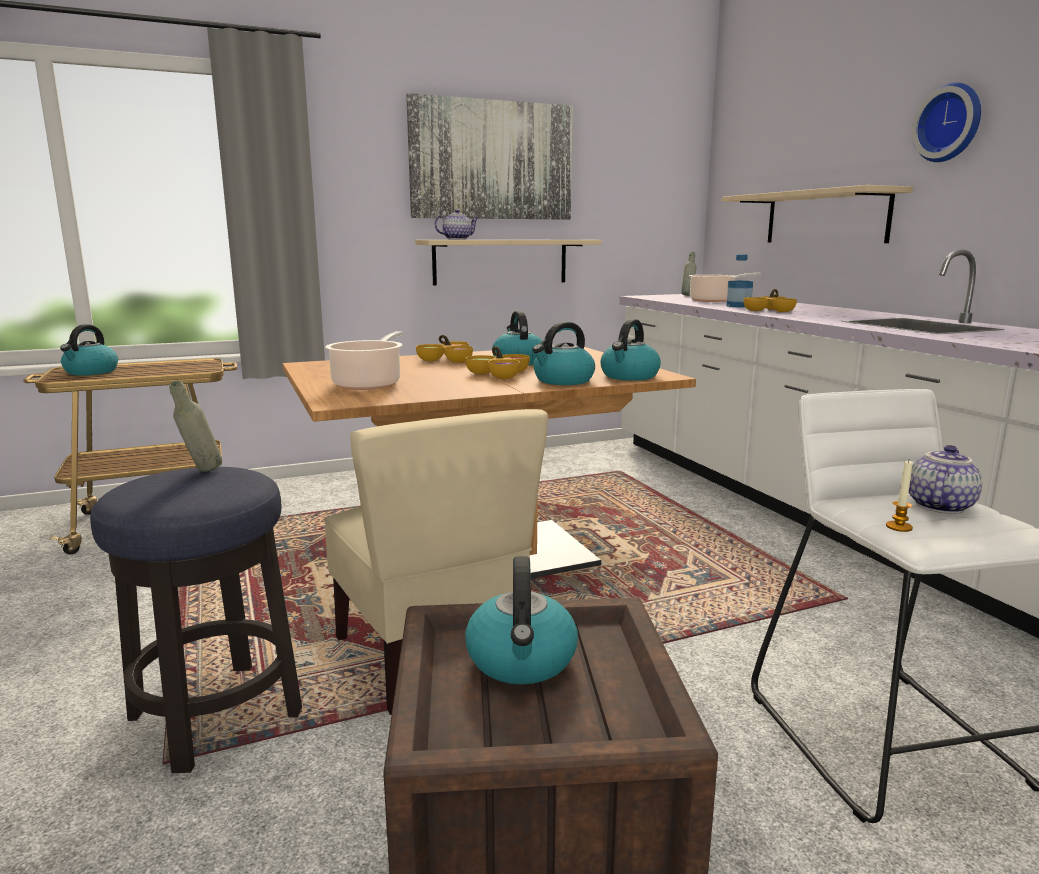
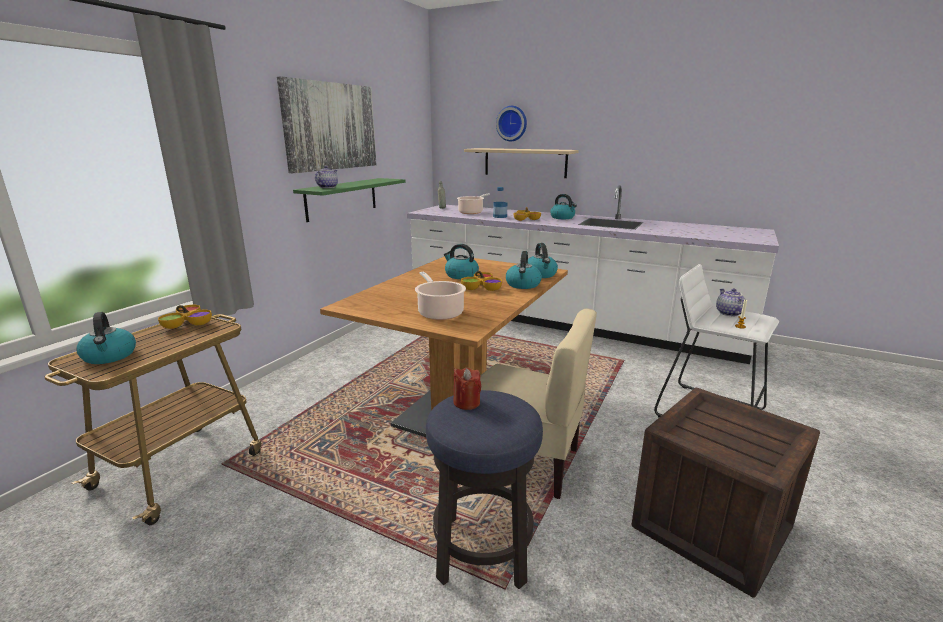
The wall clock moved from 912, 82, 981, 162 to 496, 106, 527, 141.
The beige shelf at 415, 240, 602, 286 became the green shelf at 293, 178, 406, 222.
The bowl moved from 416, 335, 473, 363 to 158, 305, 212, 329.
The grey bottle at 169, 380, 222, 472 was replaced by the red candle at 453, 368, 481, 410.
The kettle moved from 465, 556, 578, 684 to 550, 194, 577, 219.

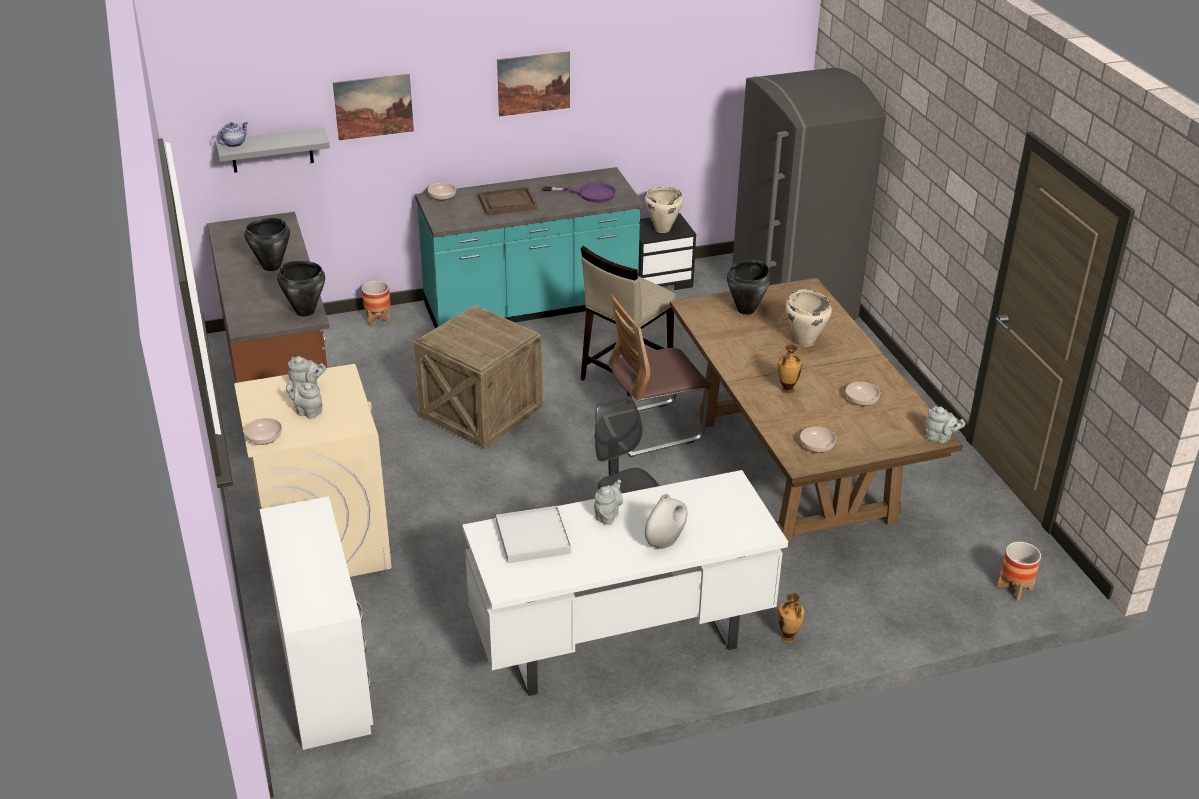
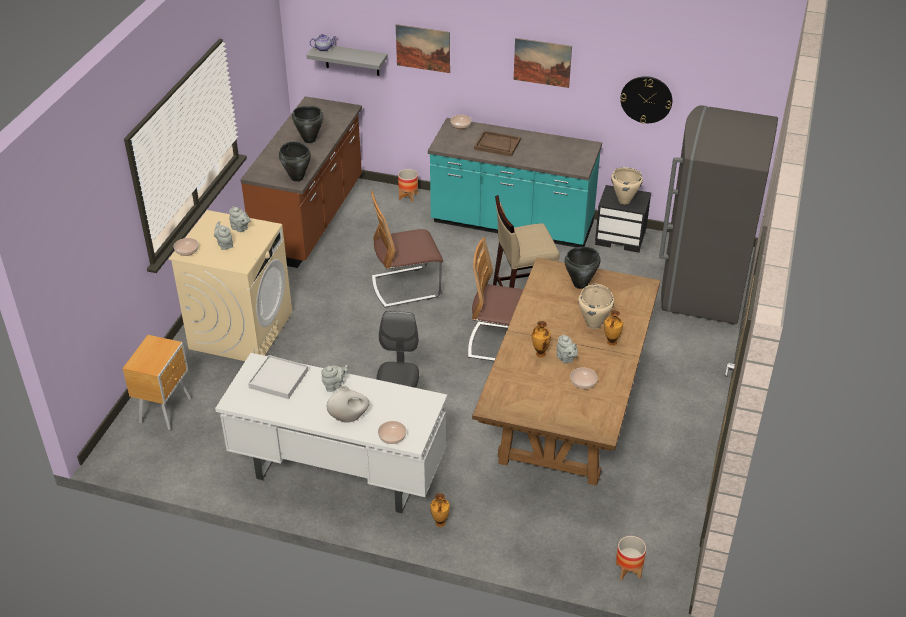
The purple frying pan at 543, 183, 616, 203 disappeared.
The crate at 413, 305, 543, 449 was replaced by the chair at 371, 191, 443, 308.
The grey teapot moved from 925, 406, 966, 443 to 556, 334, 578, 363.
The bowl moved from 800, 427, 836, 453 to 378, 421, 406, 444.
The white desk at 260, 496, 373, 750 was replaced by the brown nightstand at 122, 335, 191, 430.
The wall clock at 620, 76, 672, 124 appeared.
The vase at 604, 310, 623, 346 appeared.

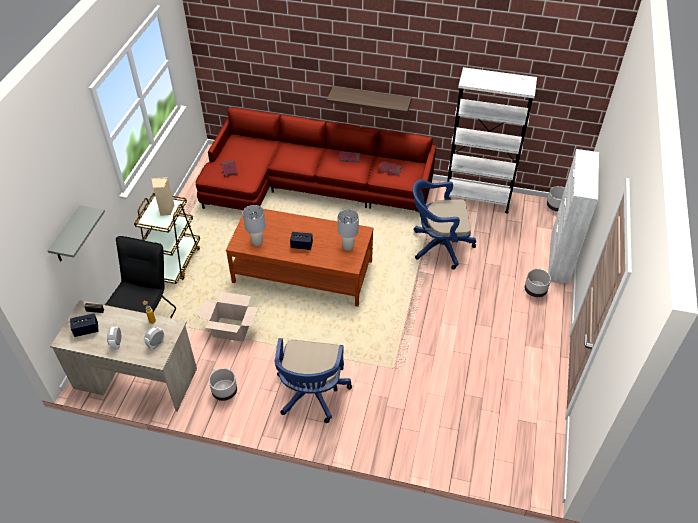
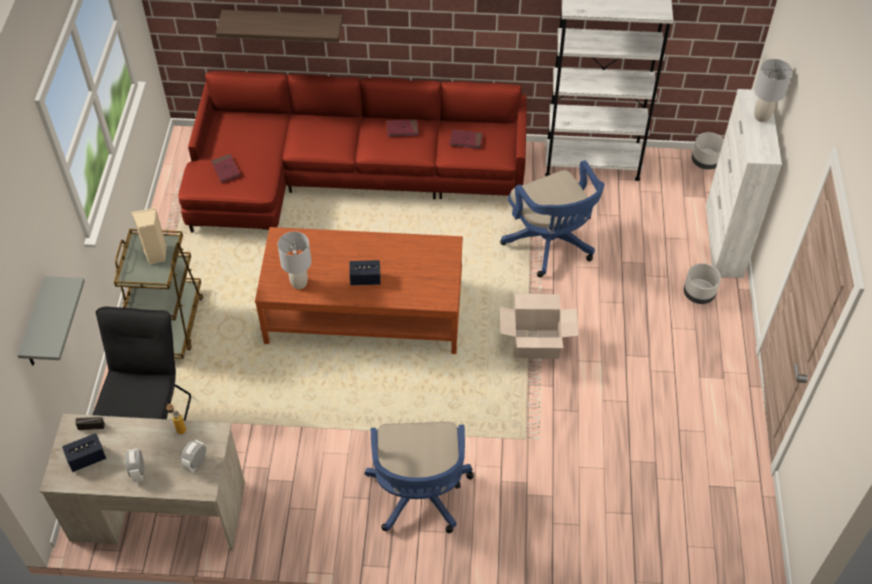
The shelf moved from 327, 86, 412, 114 to 216, 10, 343, 42.
The blue office chair at 413, 179, 476, 270 turned 105 degrees counterclockwise.
The grey table lamp moved from 337, 209, 359, 251 to 754, 59, 793, 122.
The cardboard box moved from 198, 292, 259, 342 to 500, 294, 579, 359.
The grey planter at 209, 368, 237, 401 disappeared.

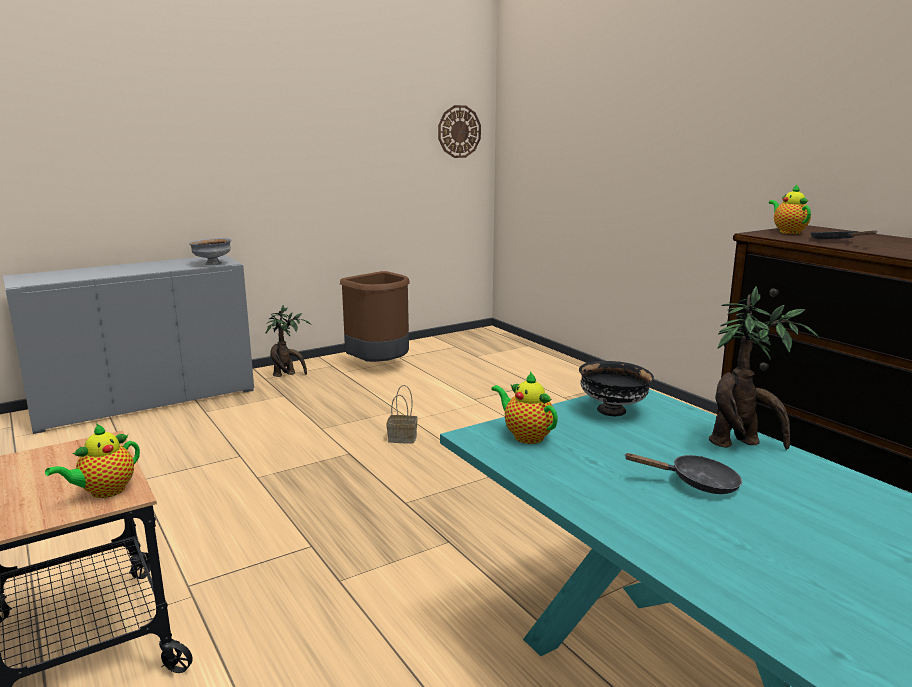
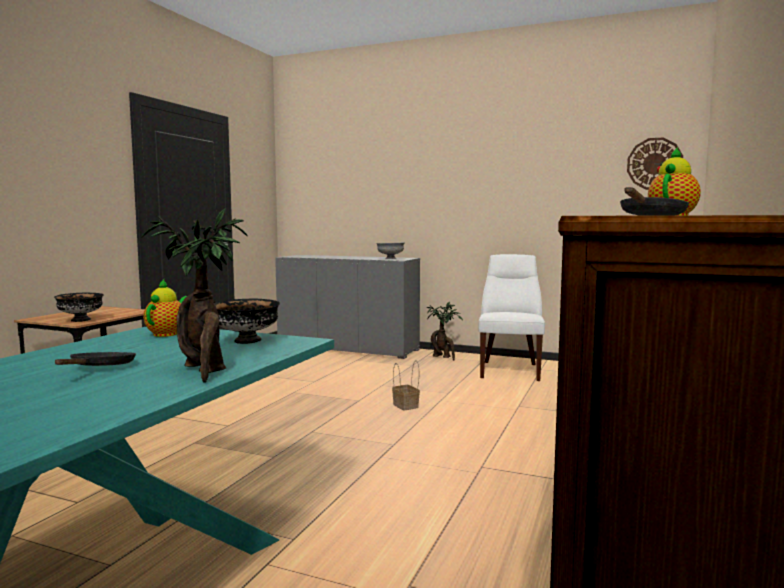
The brown trash can at 340, 271, 410, 362 was replaced by the white chair at 478, 254, 545, 381.
The teapot at 45, 424, 140, 498 was replaced by the black bowl at 54, 293, 104, 322.
The black frying pan at 624, 453, 742, 494 turned 150 degrees counterclockwise.

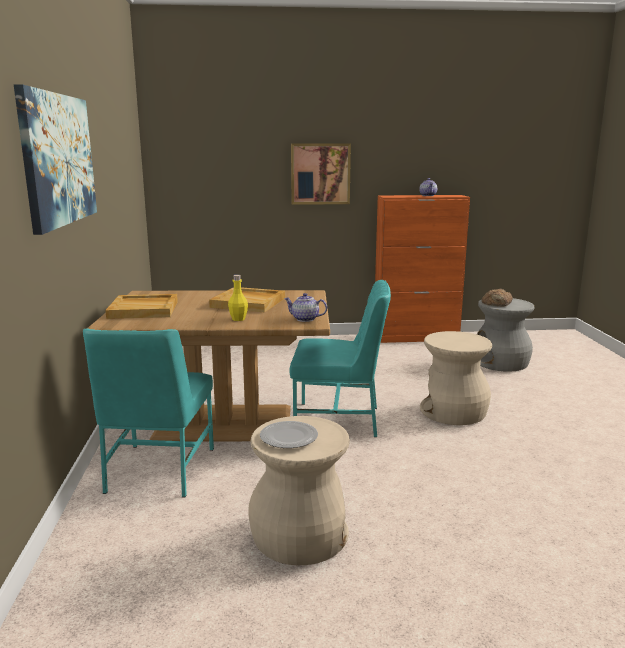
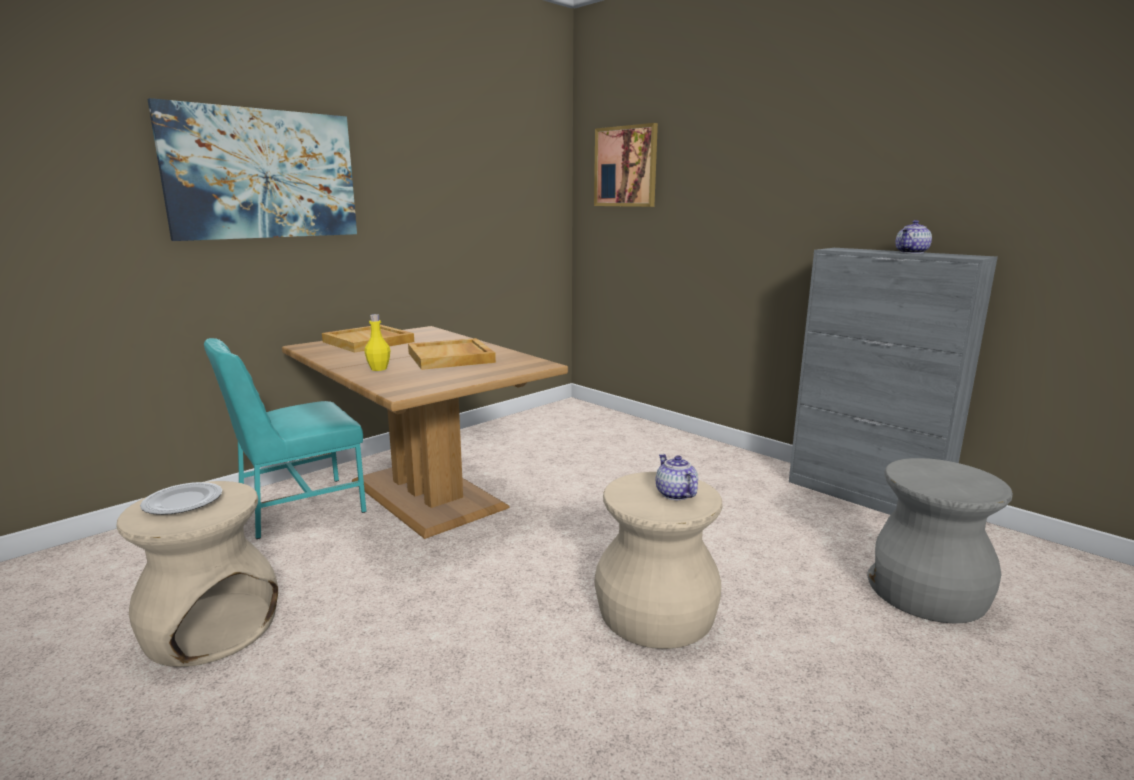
The picture moved from 291, 143, 351, 205 to 594, 123, 658, 207.
The orange cabinet at 375, 195, 470, 343 became the grey cabinet at 789, 248, 998, 515.
The turquoise chair at 289, 280, 391, 437 disappeared.
The bread at 482, 289, 513, 307 disappeared.
The teapot moved from 284, 293, 327, 322 to 656, 454, 698, 500.

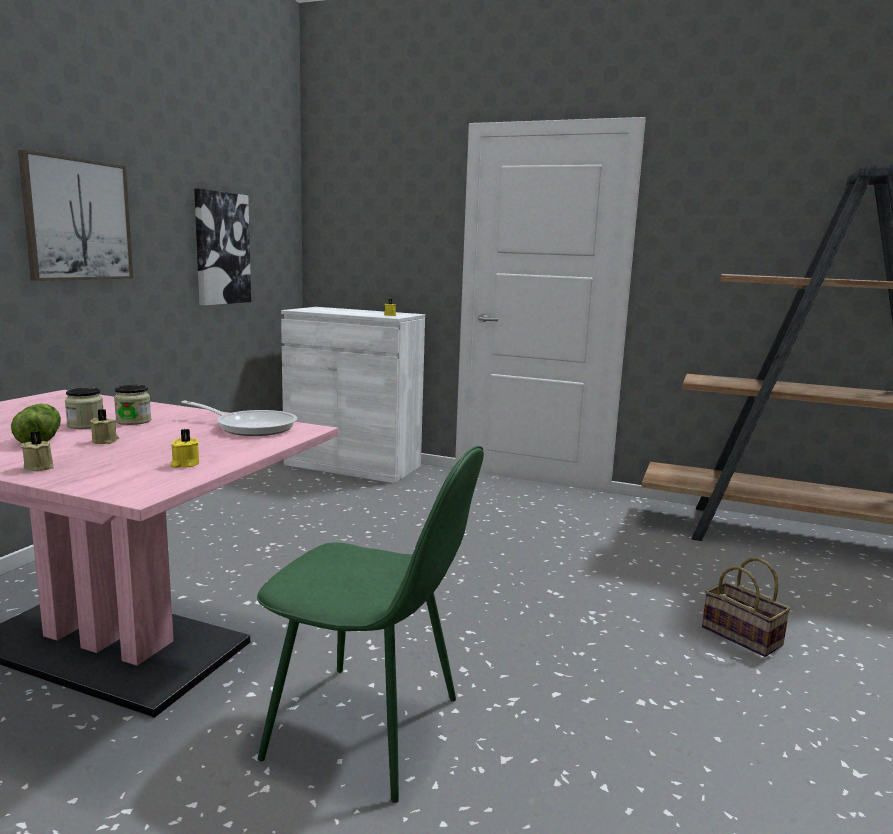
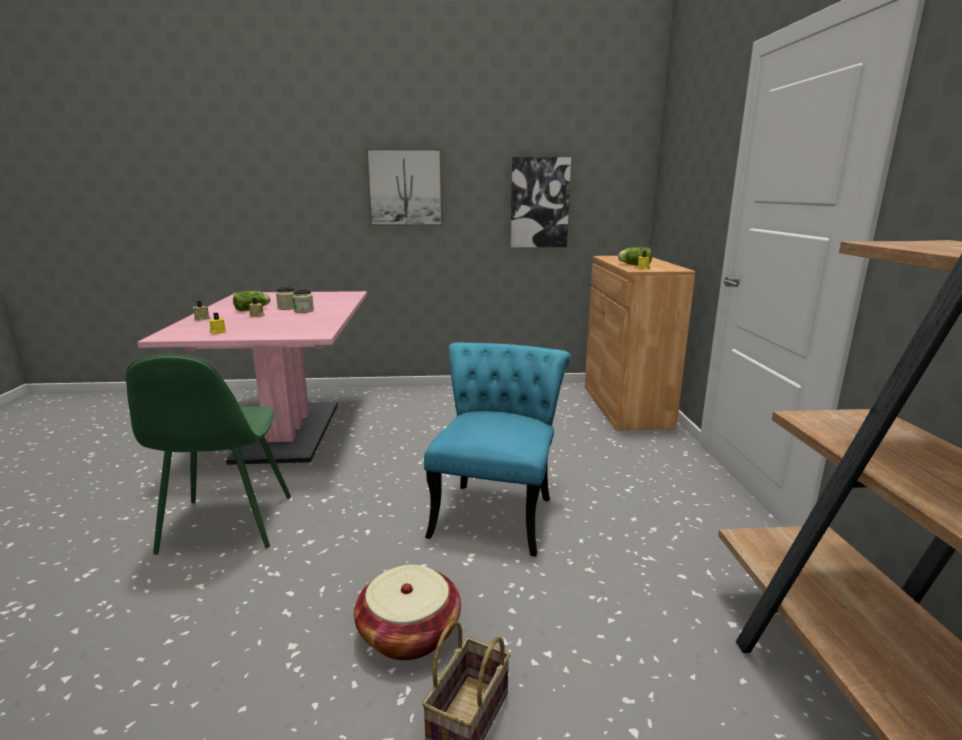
The white cabinet at 281, 307, 425, 483 became the brown cabinet at 585, 256, 695, 430.
The frying pan at 181, 400, 297, 436 disappeared.
The lettuce at 618, 247, 652, 266 appeared.
The turquoise chair at 424, 343, 571, 557 appeared.
The basket at 354, 565, 461, 660 appeared.

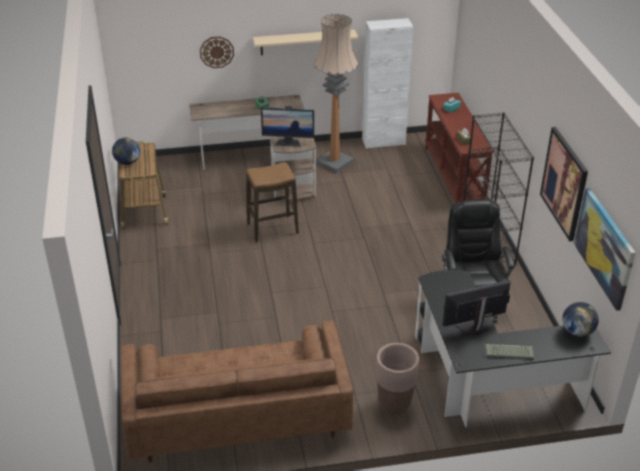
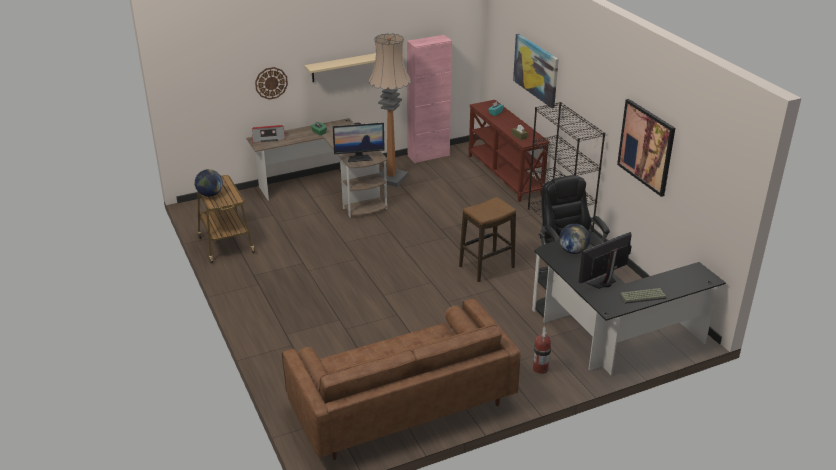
The white cabinet at 362, 18, 413, 149 became the pink cabinet at 407, 35, 452, 163.
The stool moved from 246, 162, 299, 242 to 459, 197, 516, 282.
The picture moved from 574, 188, 636, 311 to 513, 34, 559, 108.
The globe moved from 562, 302, 599, 337 to 559, 224, 590, 254.
The brown planter at 376, 343, 419, 415 was replaced by the fire extinguisher at 533, 323, 551, 374.
The radio at 252, 125, 286, 142 appeared.

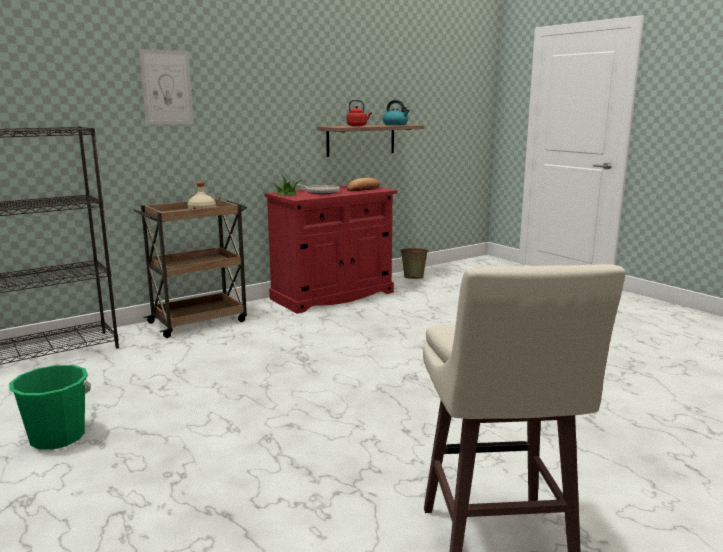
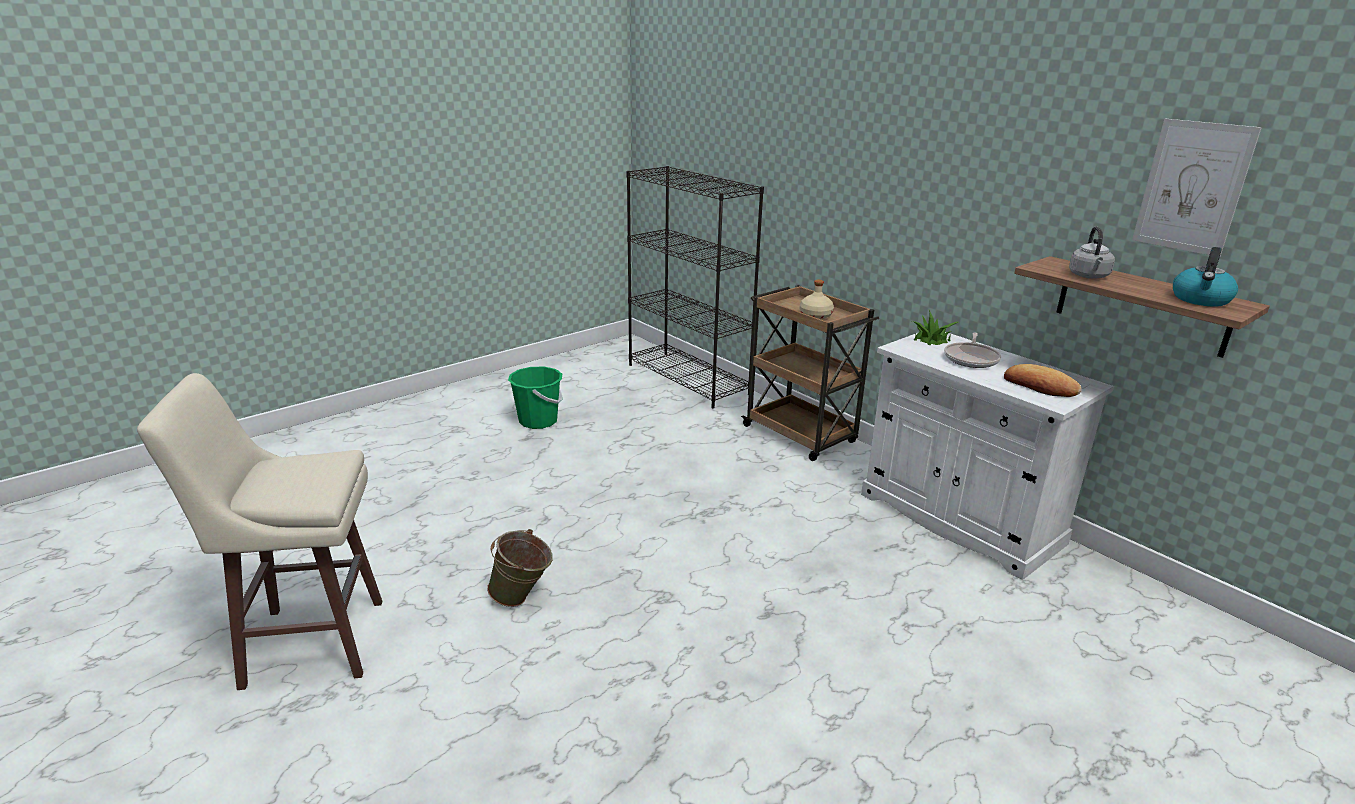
The picture moved from 139, 49, 194, 125 to 1132, 119, 1262, 257.
The red kettle at 346, 100, 372, 126 became the grey kettle at 1069, 226, 1115, 279.
The red cabinet at 265, 186, 397, 314 became the white cabinet at 861, 332, 1114, 580.
The green bucket moved from 399, 248, 429, 279 to 487, 529, 553, 607.

